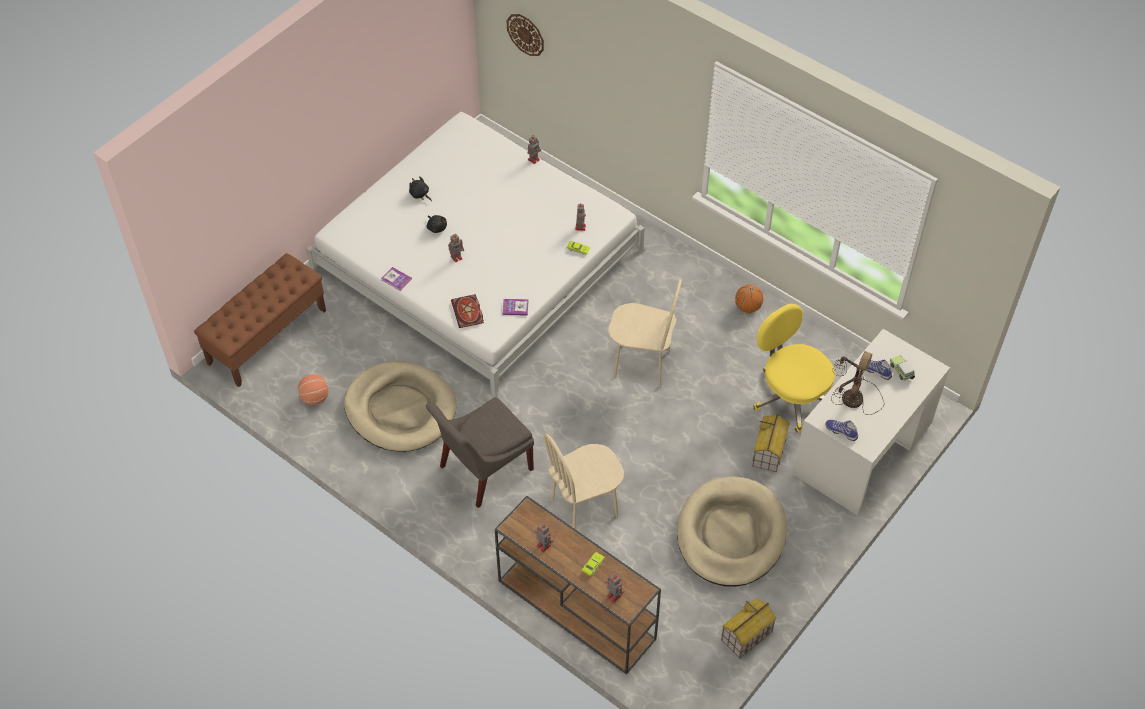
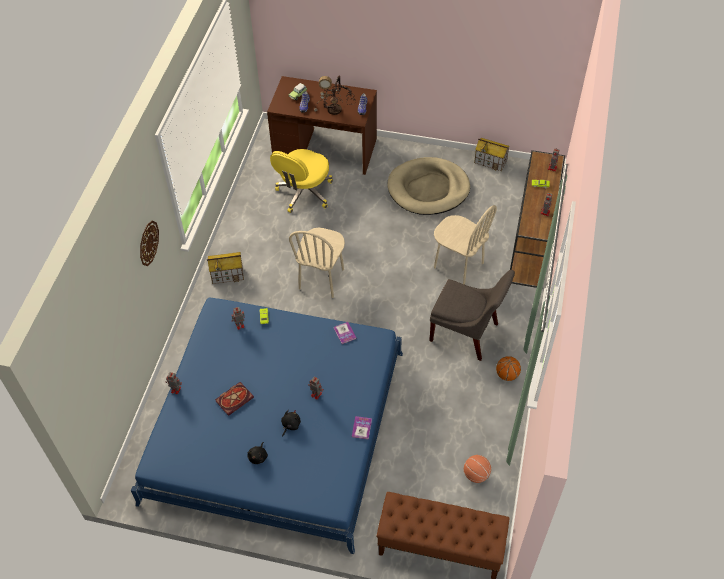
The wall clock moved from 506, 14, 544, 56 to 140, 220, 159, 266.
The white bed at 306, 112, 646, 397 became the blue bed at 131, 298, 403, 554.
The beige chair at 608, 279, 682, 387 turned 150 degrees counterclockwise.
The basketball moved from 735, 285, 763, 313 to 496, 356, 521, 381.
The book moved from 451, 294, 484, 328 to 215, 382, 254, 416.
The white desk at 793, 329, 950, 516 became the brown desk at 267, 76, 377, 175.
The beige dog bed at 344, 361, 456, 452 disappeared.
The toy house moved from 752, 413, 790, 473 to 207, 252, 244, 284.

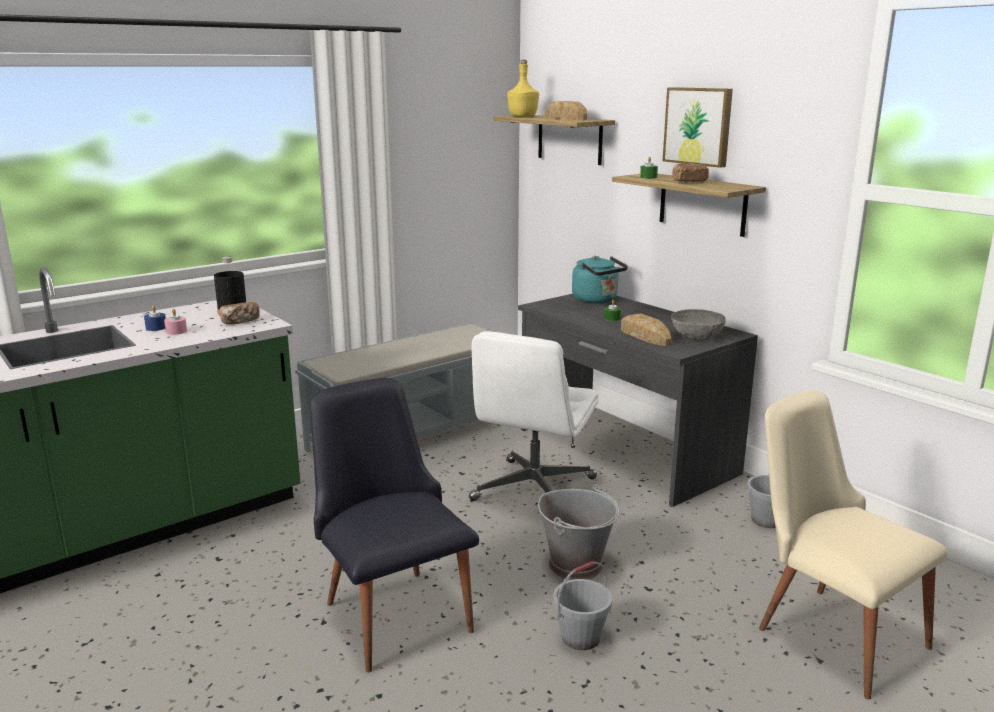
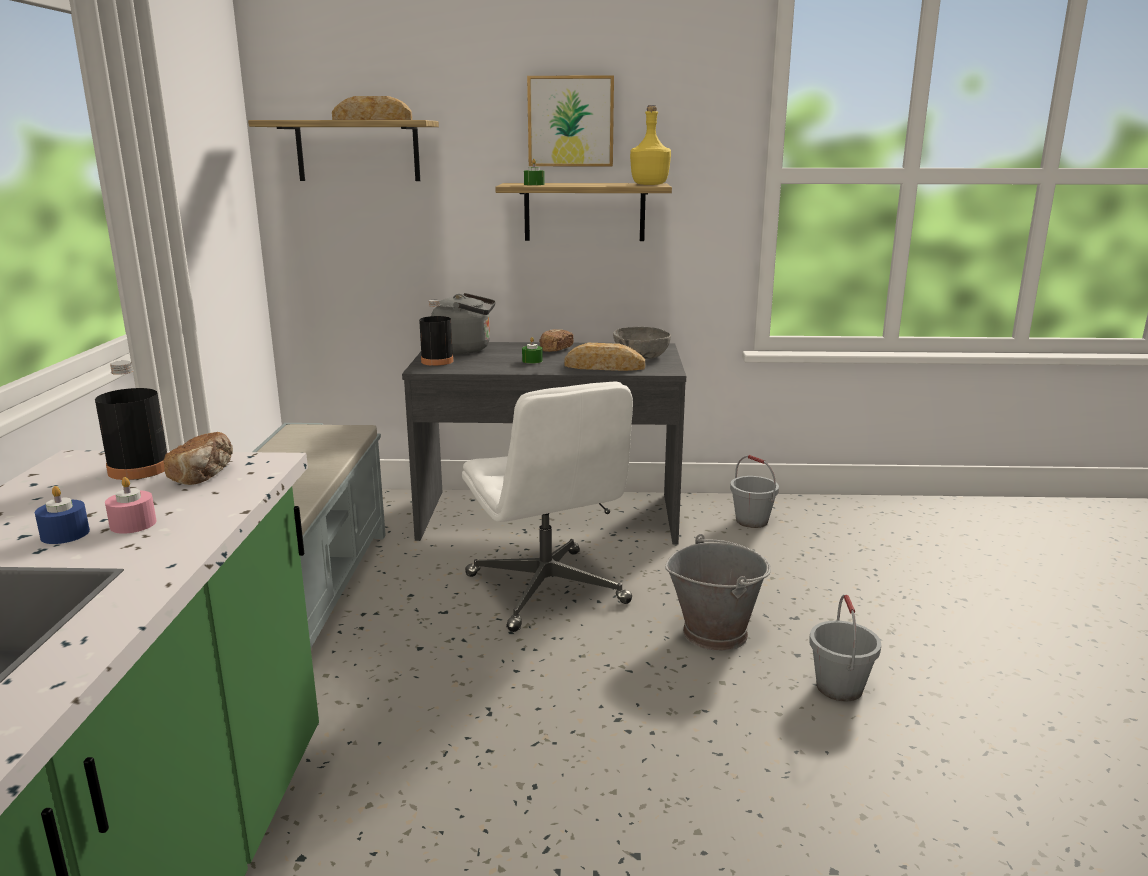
The yellow bottle moved from 507, 60, 539, 117 to 630, 105, 671, 185.
The bread moved from 672, 163, 709, 181 to 539, 329, 574, 352.
The turquoise kettle at 572, 256, 628, 303 became the grey kettle at 431, 293, 496, 354.
The black chair at 310, 378, 479, 673 disappeared.
The beige chair at 759, 390, 948, 699 disappeared.
The black bottle at 419, 300, 453, 366 appeared.

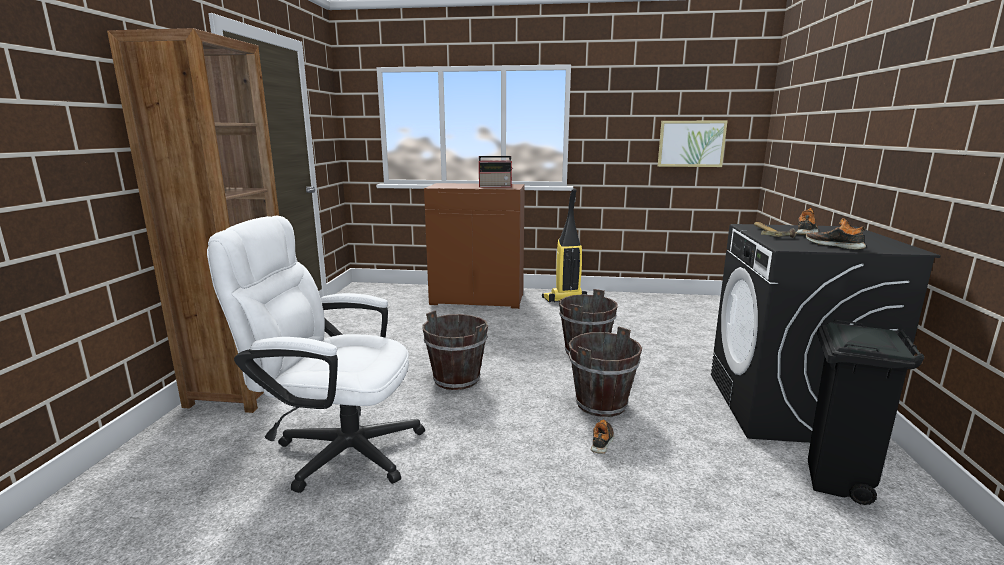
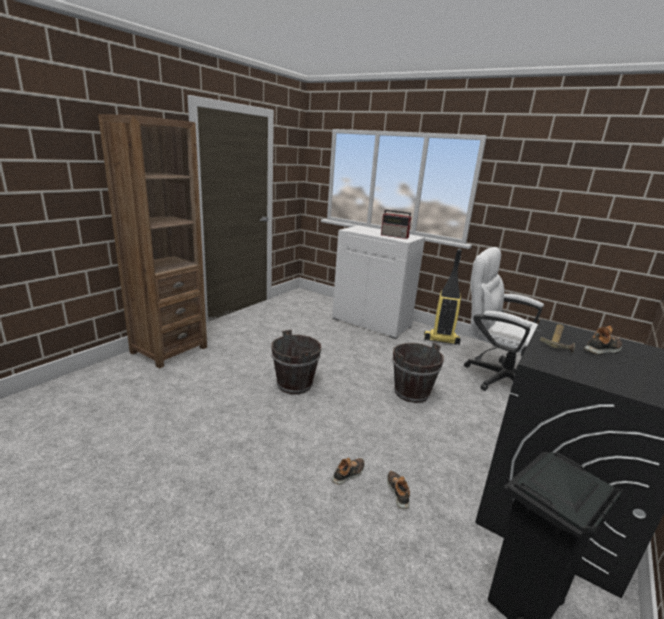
The picture at 658, 121, 727, 167 disappeared.
The brown cabinet at 424, 183, 525, 309 became the white cabinet at 332, 225, 425, 339.
The white office chair moved from 207, 216, 425, 493 to 464, 247, 544, 391.
The shoe moved from 806, 218, 866, 250 to 387, 471, 410, 509.
The brown bucket at 569, 327, 642, 417 disappeared.

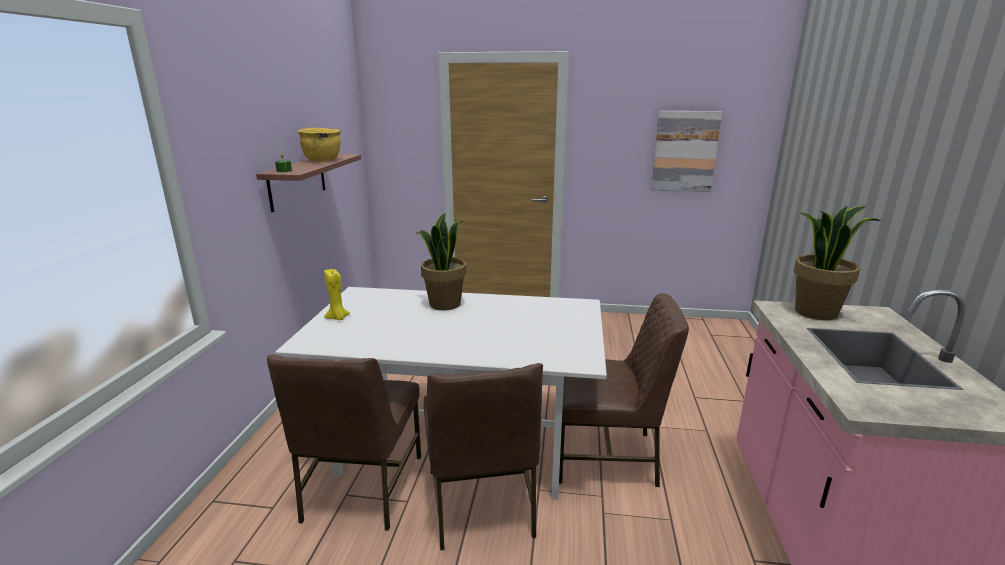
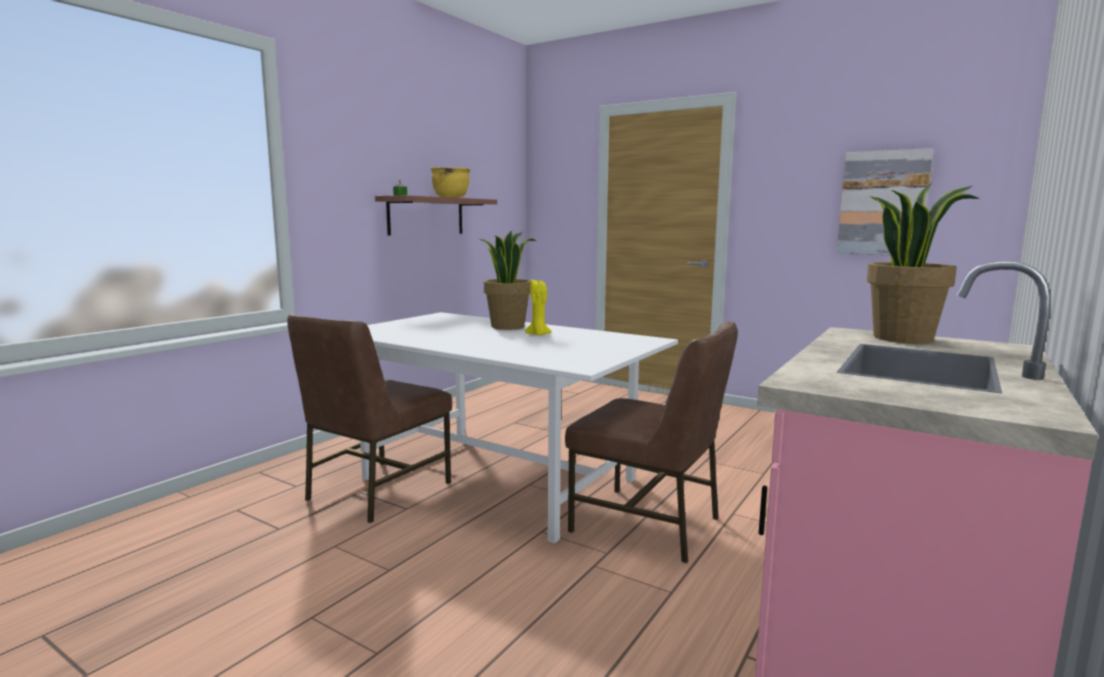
The yellow candle moved from 324, 269, 350, 320 to 525, 280, 552, 336.
The brown chair at 424, 363, 543, 551 disappeared.

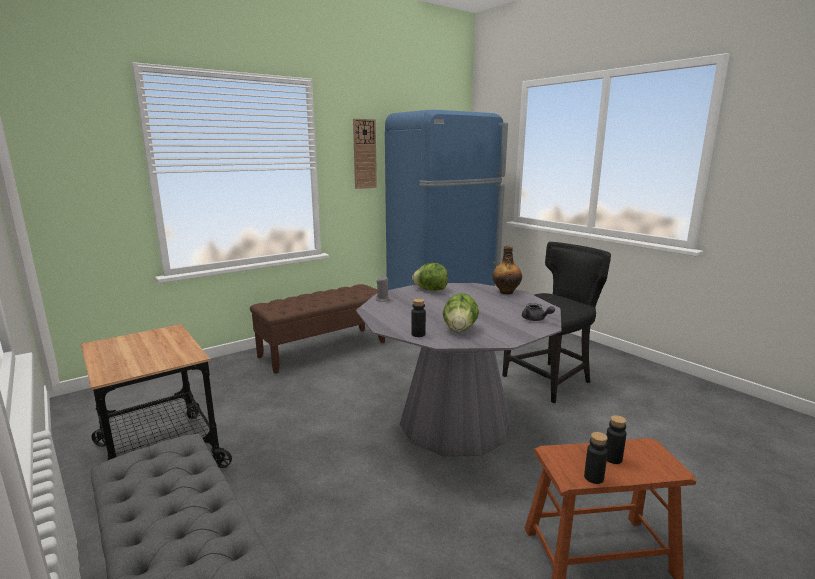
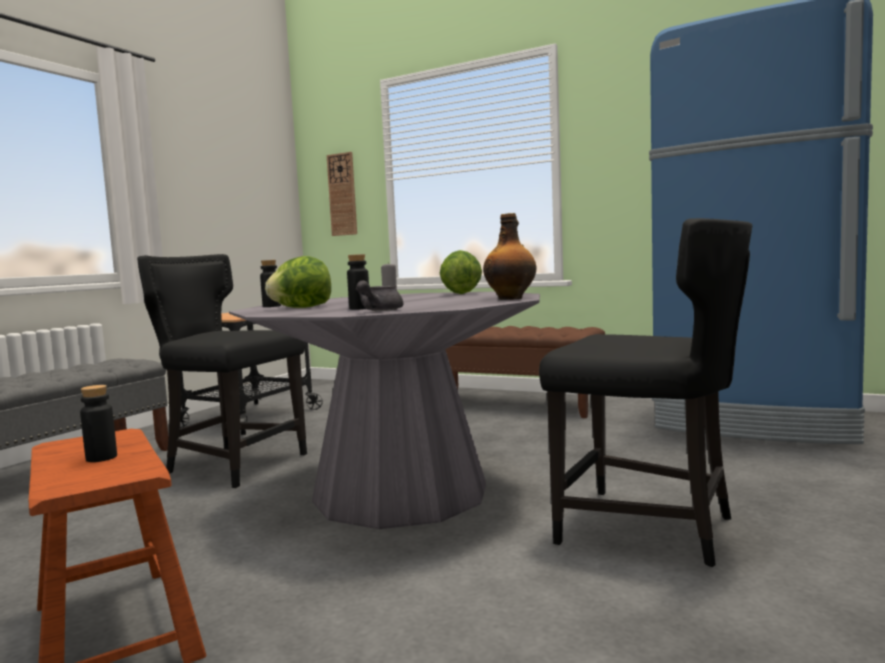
The wall clock moved from 353, 119, 377, 189 to 327, 152, 357, 236.
The black bottle moved from 584, 432, 608, 484 to 347, 254, 369, 310.
The black chair at 137, 254, 307, 488 appeared.

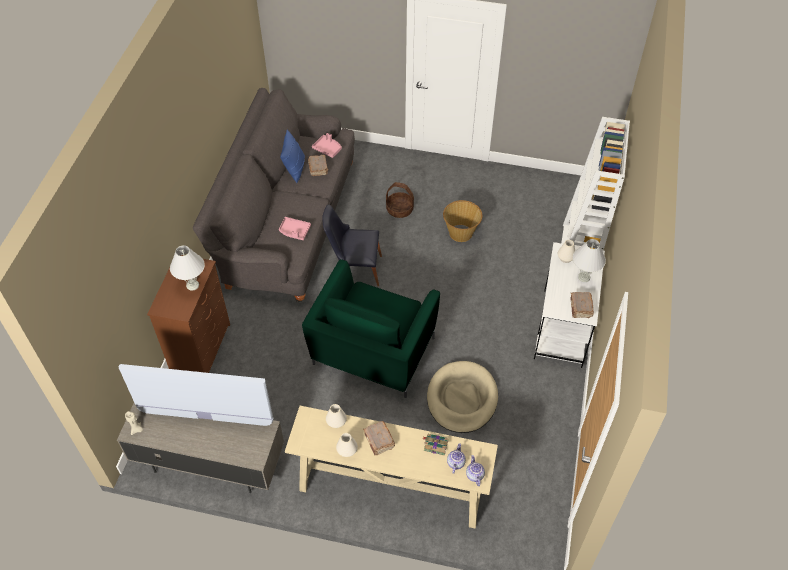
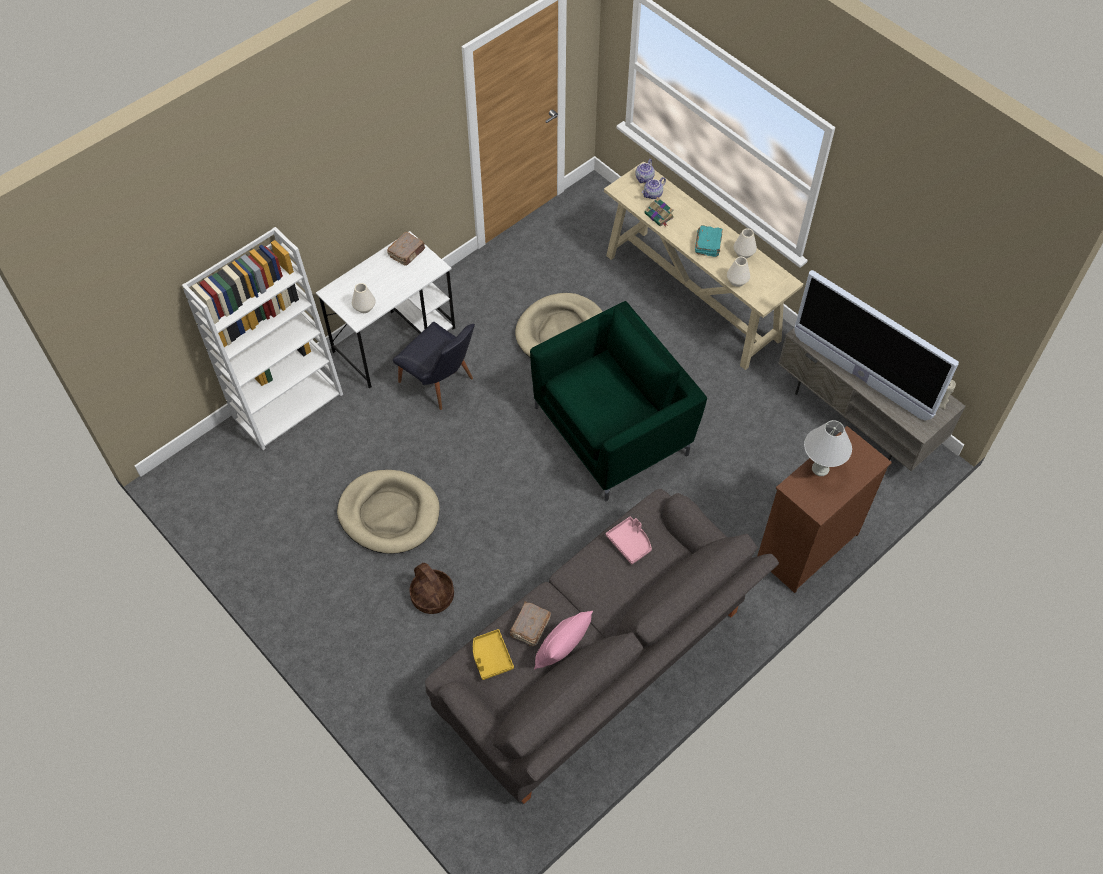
The blue pillow at 280, 130, 305, 183 became the pink pillow at 534, 611, 593, 670.
The pink tray at 312, 133, 342, 158 became the yellow tray at 473, 629, 514, 680.
The basket at 443, 200, 482, 242 was replaced by the beige dog bed at 337, 470, 440, 554.
The black chair moved from 322, 204, 382, 286 to 393, 321, 475, 410.
The white table lamp at 573, 239, 606, 282 disappeared.
The brown book at 363, 421, 395, 455 became the turquoise book at 695, 225, 723, 257.

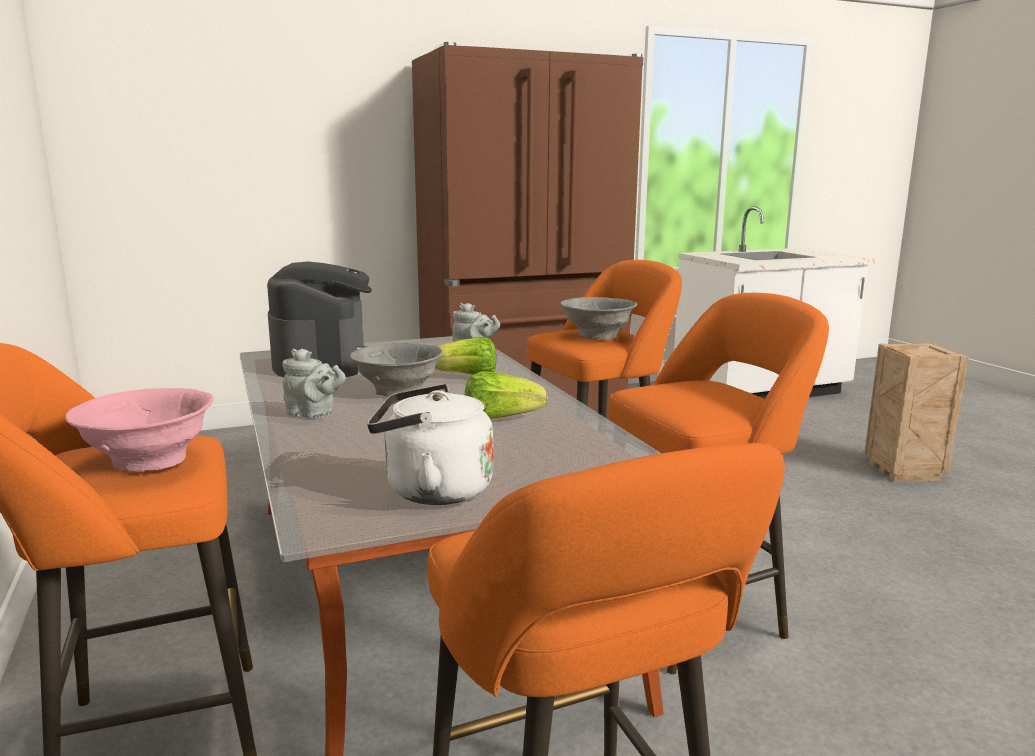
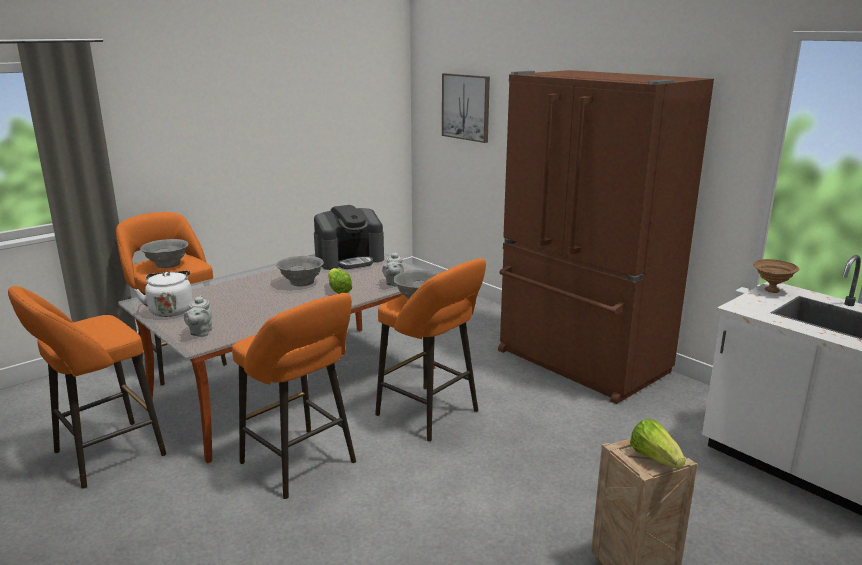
The grey teapot moved from 282, 349, 346, 419 to 184, 295, 212, 337.
The lettuce moved from 465, 371, 548, 419 to 630, 419, 685, 469.
The pink bowl at 65, 388, 214, 472 became the grey bowl at 140, 239, 189, 268.
The picture at 442, 73, 490, 143 appeared.
The brown bowl at 753, 259, 799, 293 appeared.

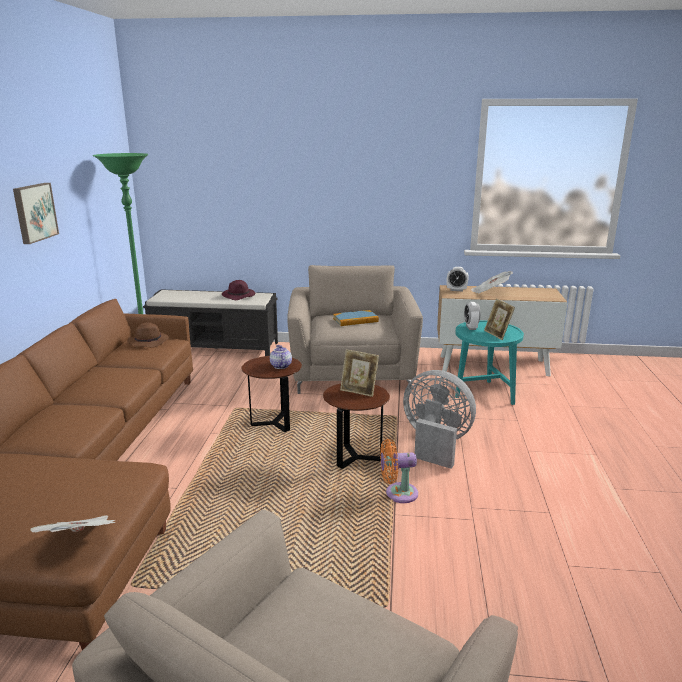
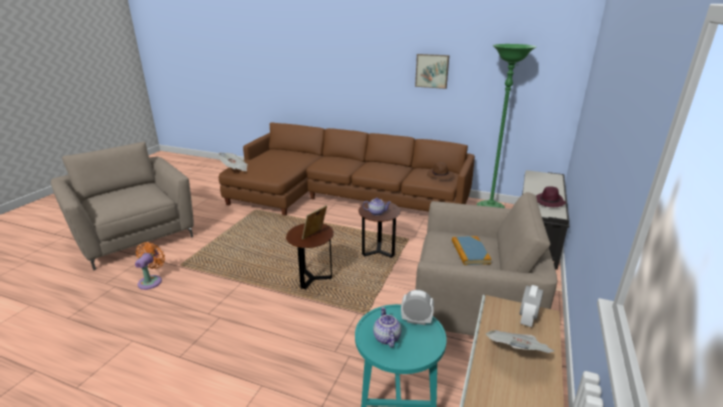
The picture frame at 484, 298, 515, 340 was replaced by the teapot at 373, 307, 401, 347.
The grey fan at 403, 370, 476, 469 disappeared.
The orange fan moved from 380, 439, 418, 503 to 135, 242, 165, 290.

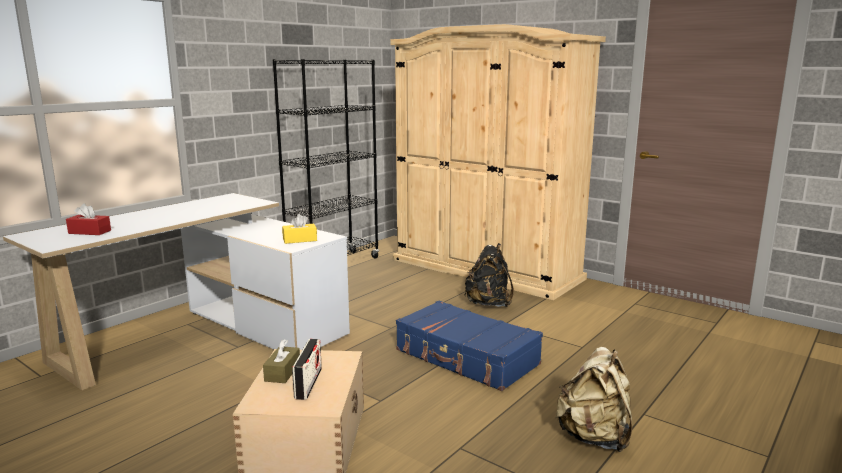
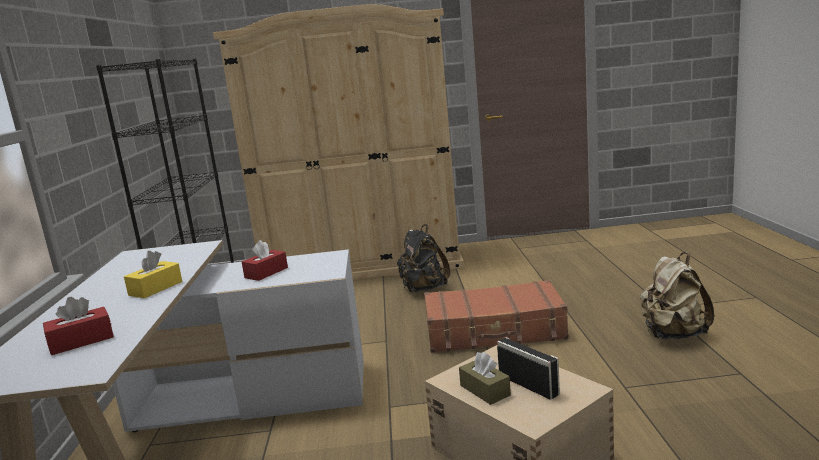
The yellow tissue box moved from 282, 214, 317, 244 to 124, 251, 182, 298.
The blue suitcase at 396, 300, 543, 391 became the brown suitcase at 424, 280, 568, 353.
The red tissue box at 242, 240, 288, 281 appeared.

